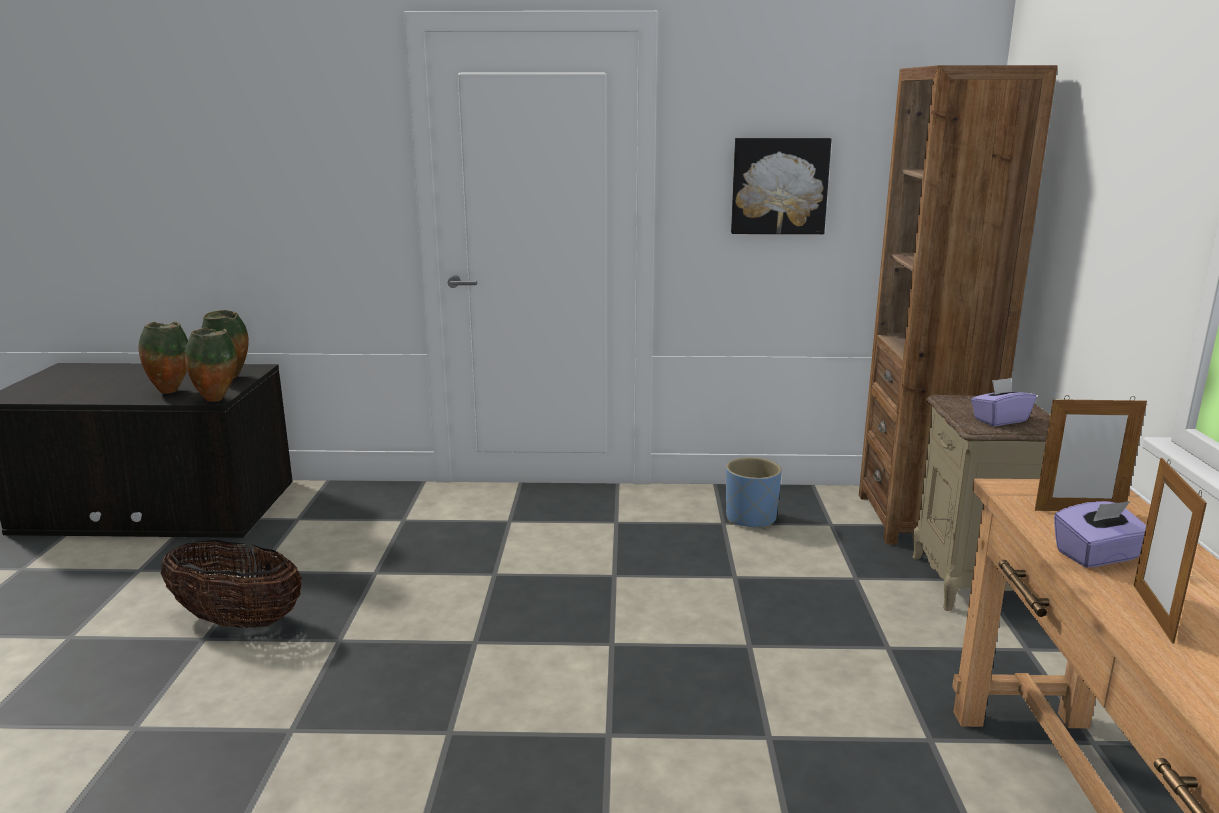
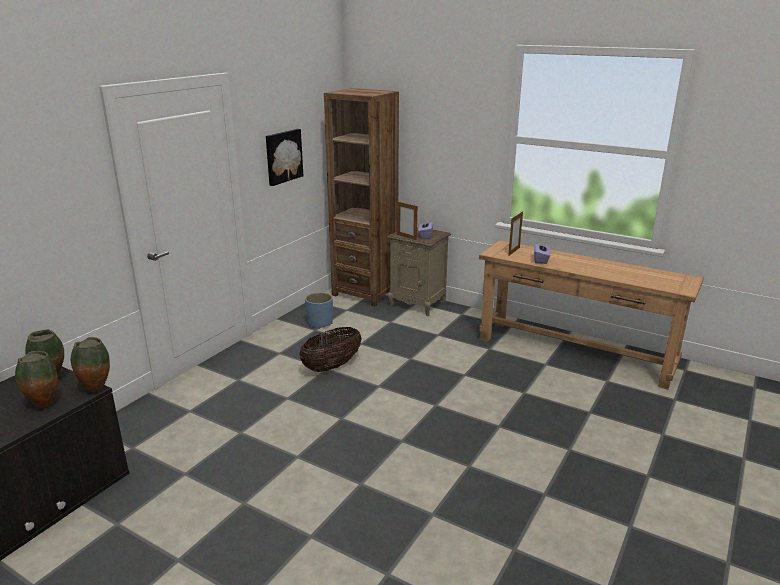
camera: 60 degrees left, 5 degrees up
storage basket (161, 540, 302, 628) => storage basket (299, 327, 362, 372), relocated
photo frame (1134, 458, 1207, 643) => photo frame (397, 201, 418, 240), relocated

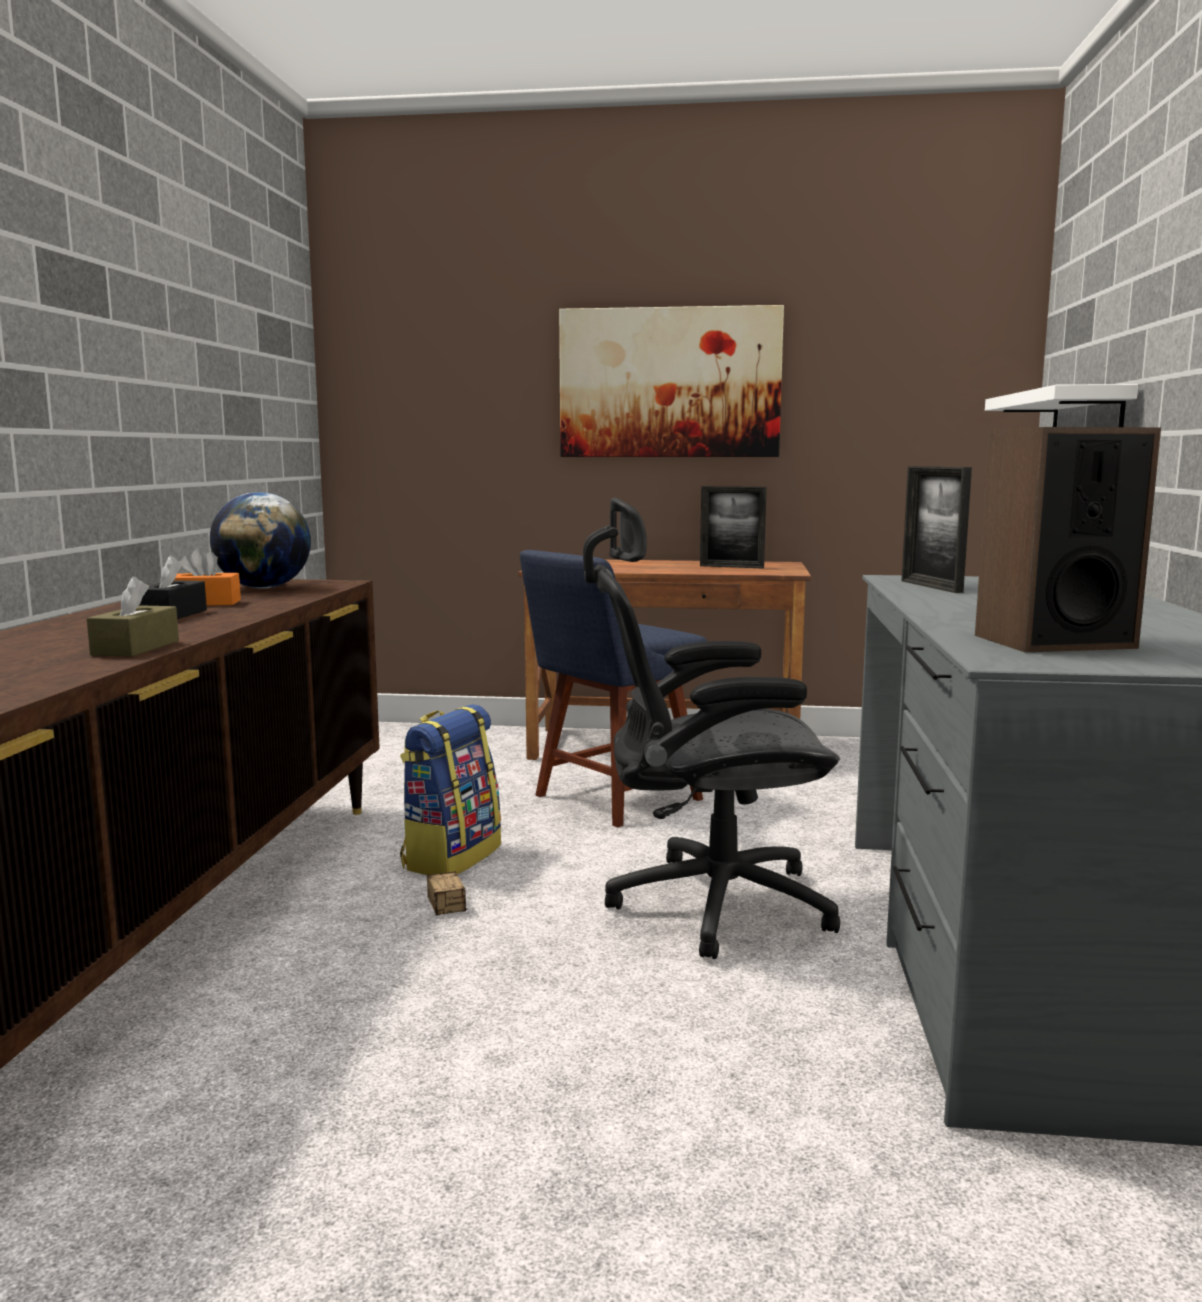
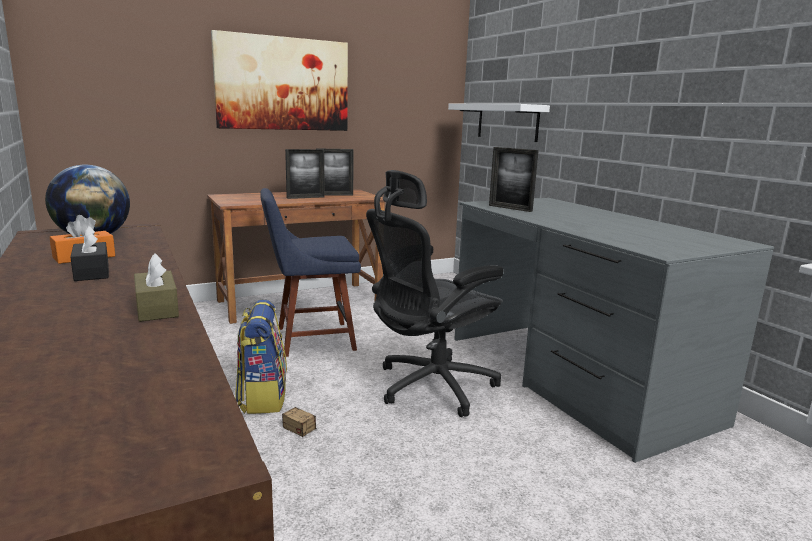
camera: 35 degrees left, 5 degrees up
upright chair (blue-coloured) (520, 550, 707, 828) => upright chair (blue-coloured) (260, 188, 361, 357), 60 degrees clockwise
loudspeaker (975, 427, 1161, 652) => nothing
nothing => photo frame (285, 149, 325, 199)

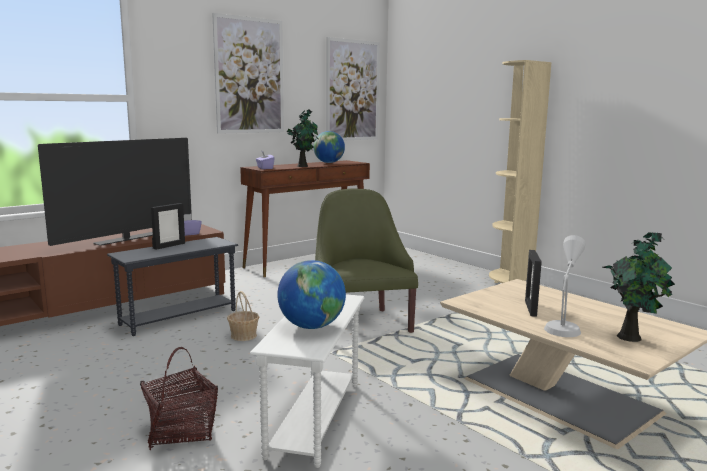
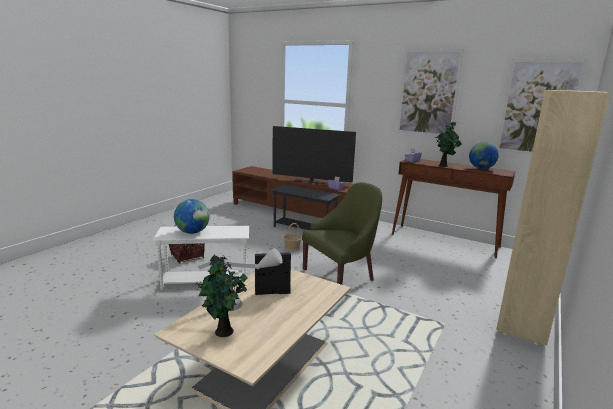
camera: 70 degrees right, 5 degrees up
photo frame (151, 203, 185, 250) => nothing

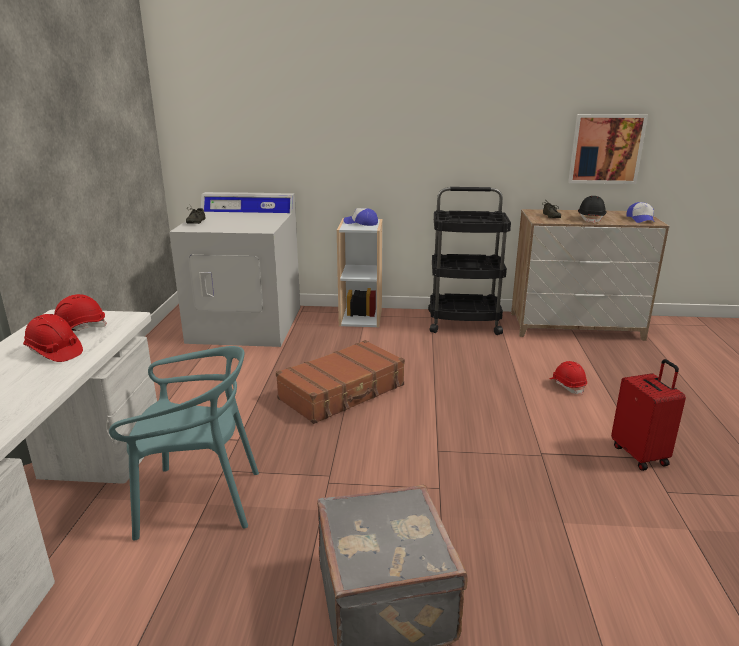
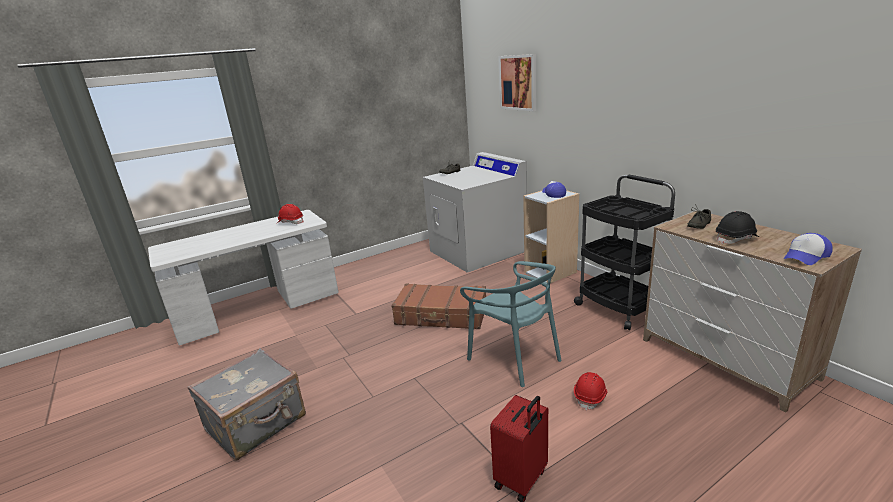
camera: 55 degrees right, 0 degrees up
work helmet (reddish) (23, 314, 83, 362) => nothing
upright chair (blue-green) (109, 346, 259, 540) => upright chair (blue-green) (460, 261, 561, 387), relocated
picture (568, 114, 648, 184) => picture (498, 54, 536, 111), relocated

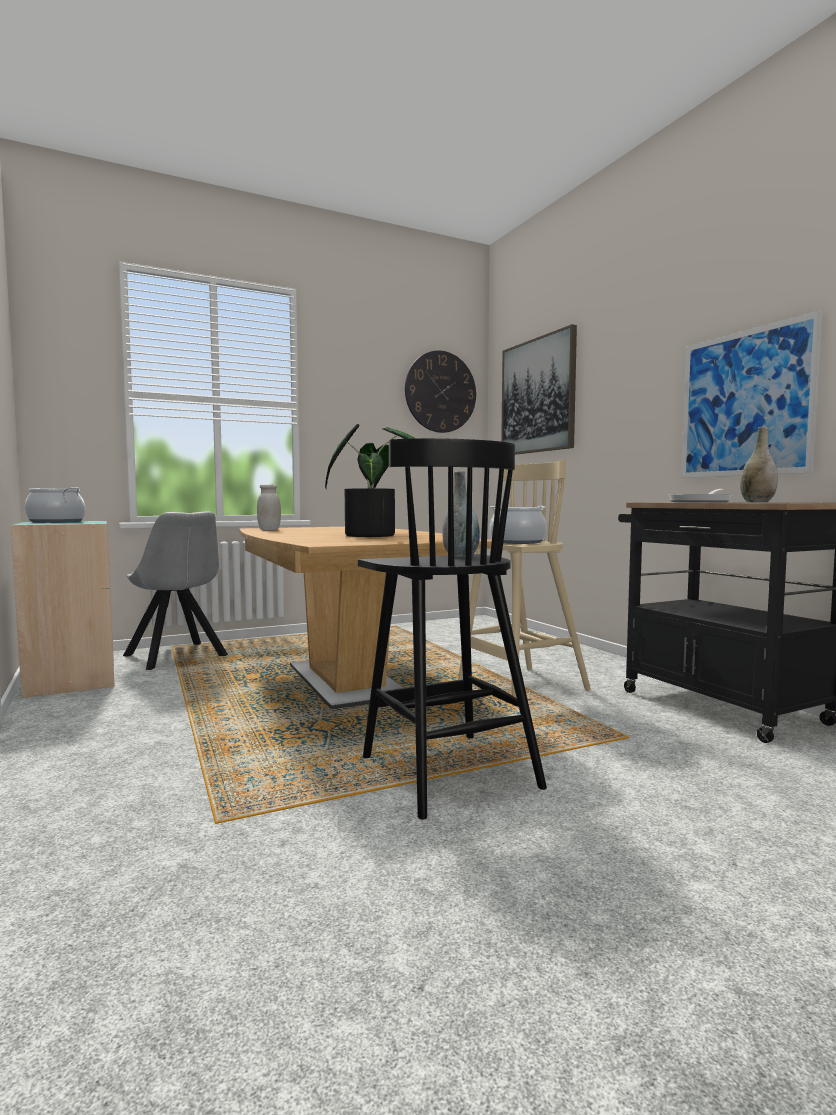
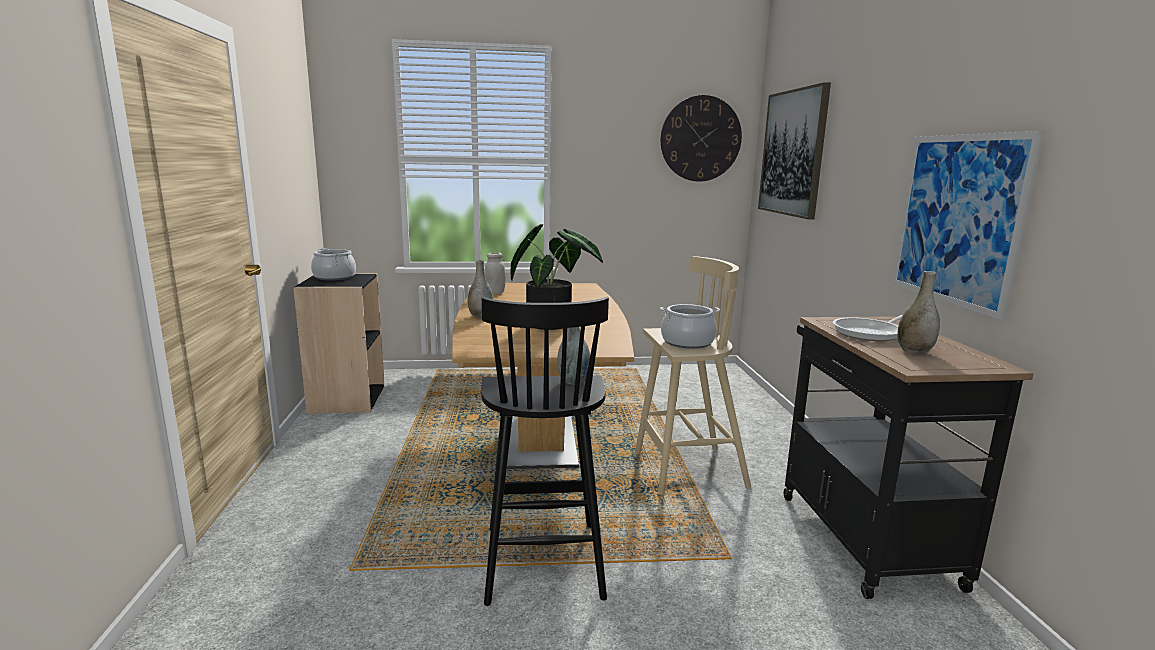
camera: 20 degrees right, 10 degrees up
bookcase (blue-green) (11, 521, 115, 698) => bookcase (black) (293, 273, 385, 414)
upright chair (greyish) (123, 511, 228, 670) => nothing
nothing => vase (greyish) (468, 260, 493, 318)

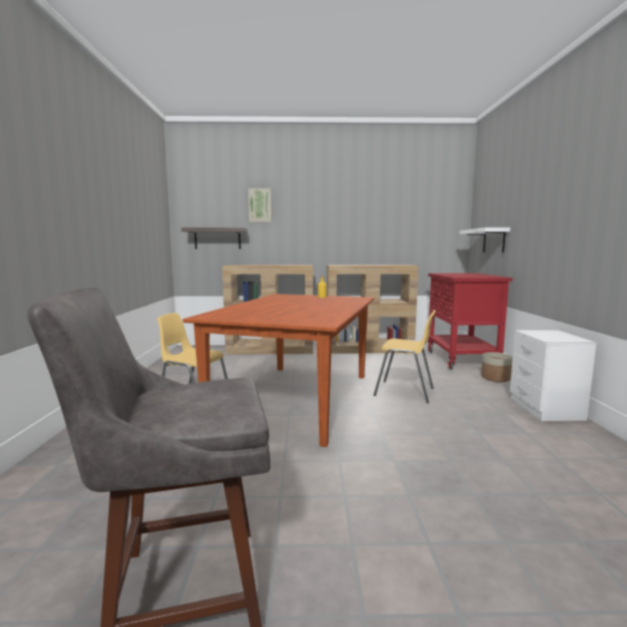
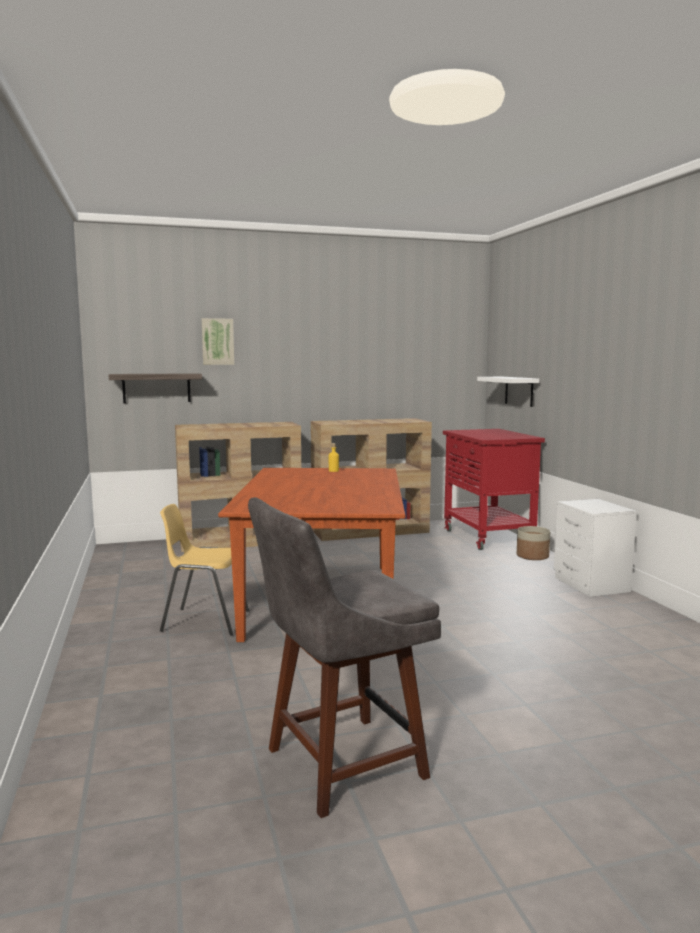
camera: 15 degrees left, 0 degrees up
upright chair (yellow) (374, 310, 436, 403) => nothing

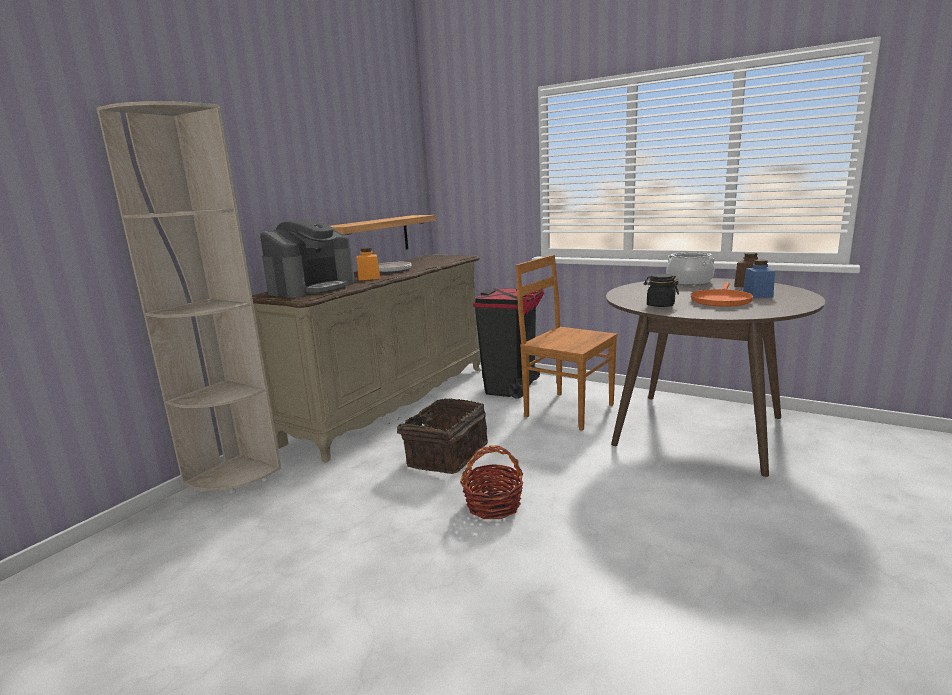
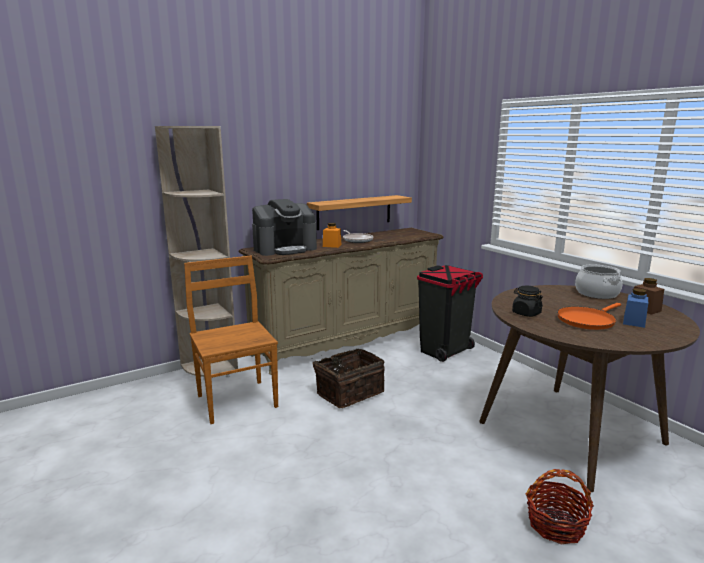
camera: 25 degrees right, 0 degrees up
storage basket (460, 445, 524, 519) => storage basket (526, 469, 594, 545), relocated
upright chair (brownish) (515, 255, 618, 431) => upright chair (brownish) (184, 256, 278, 424), relocated

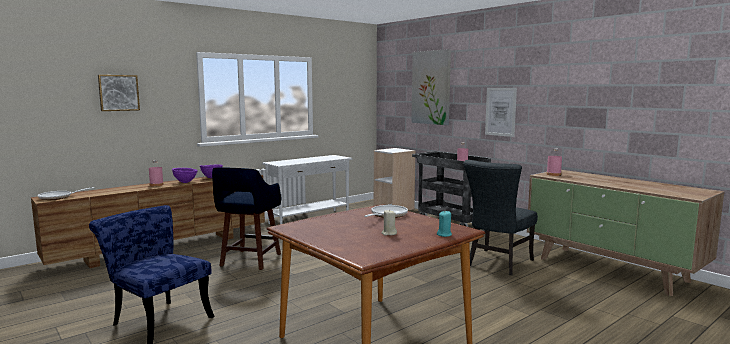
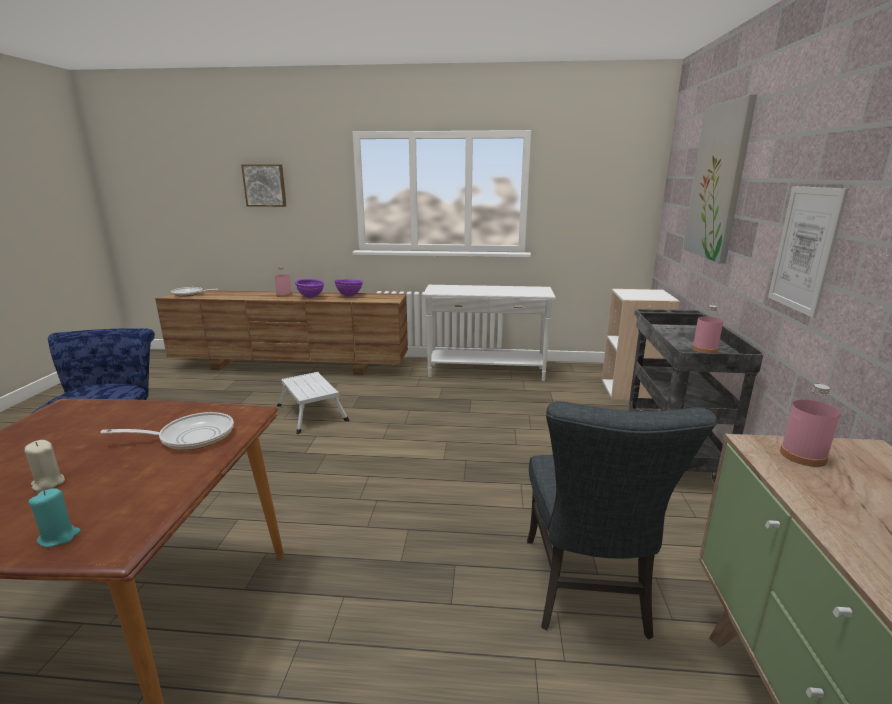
camera: 45 degrees right, 10 degrees up
stool seat (blue-coloured) (212, 167, 281, 270) => step ladder (white) (277, 372, 349, 434)
upright chair (greyish) (463, 160, 538, 275) => upright chair (greyish) (527, 401, 717, 640), 75 degrees counterclockwise

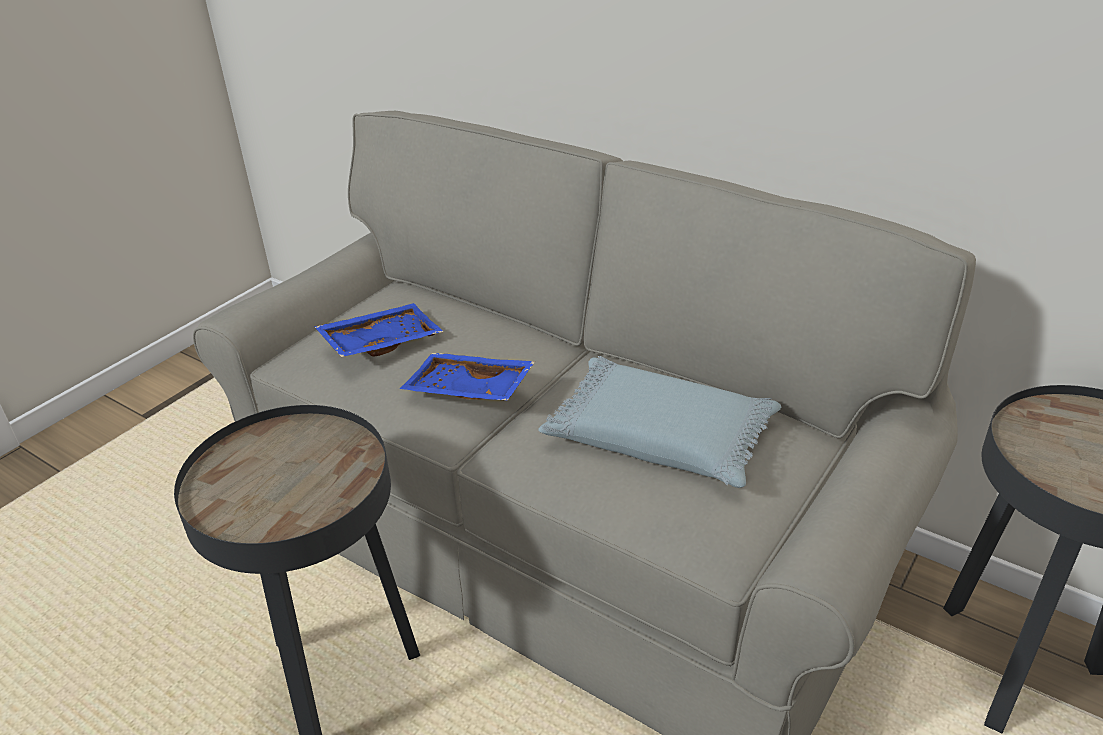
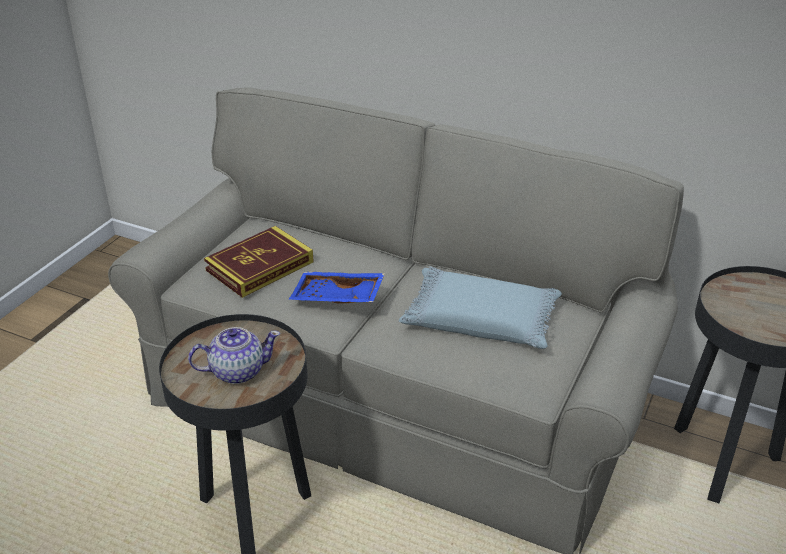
camera: 10 degrees left, 0 degrees up
carrying tray (blue-coloured) (314, 303, 444, 357) => book (204, 226, 314, 298)
nothing => tea pot (188, 327, 280, 384)

